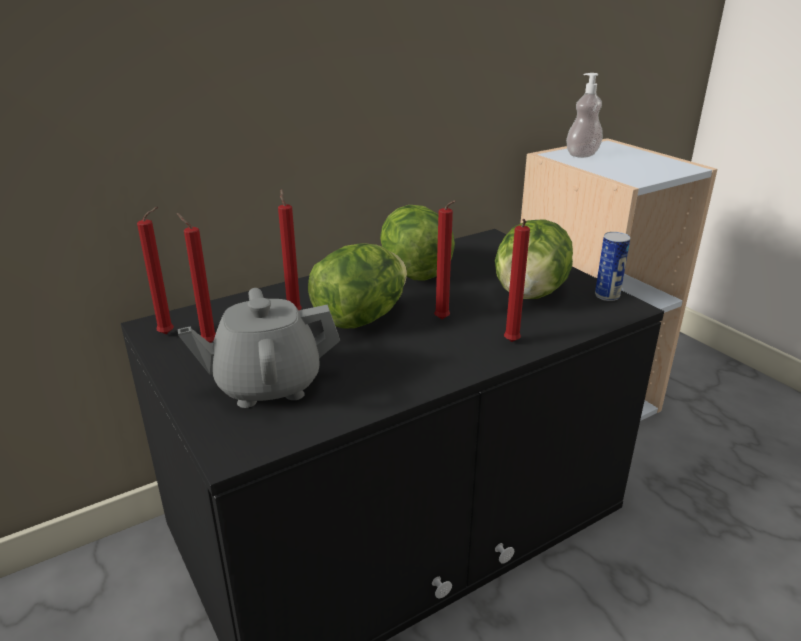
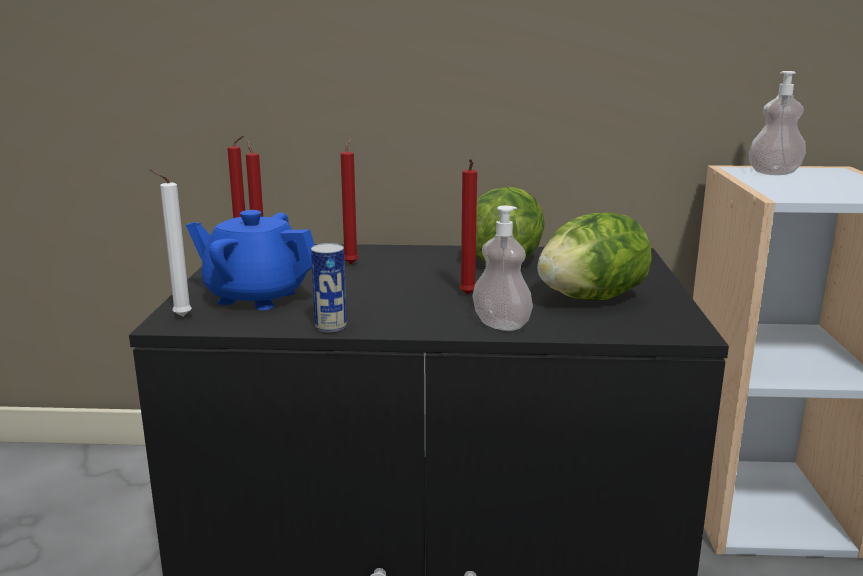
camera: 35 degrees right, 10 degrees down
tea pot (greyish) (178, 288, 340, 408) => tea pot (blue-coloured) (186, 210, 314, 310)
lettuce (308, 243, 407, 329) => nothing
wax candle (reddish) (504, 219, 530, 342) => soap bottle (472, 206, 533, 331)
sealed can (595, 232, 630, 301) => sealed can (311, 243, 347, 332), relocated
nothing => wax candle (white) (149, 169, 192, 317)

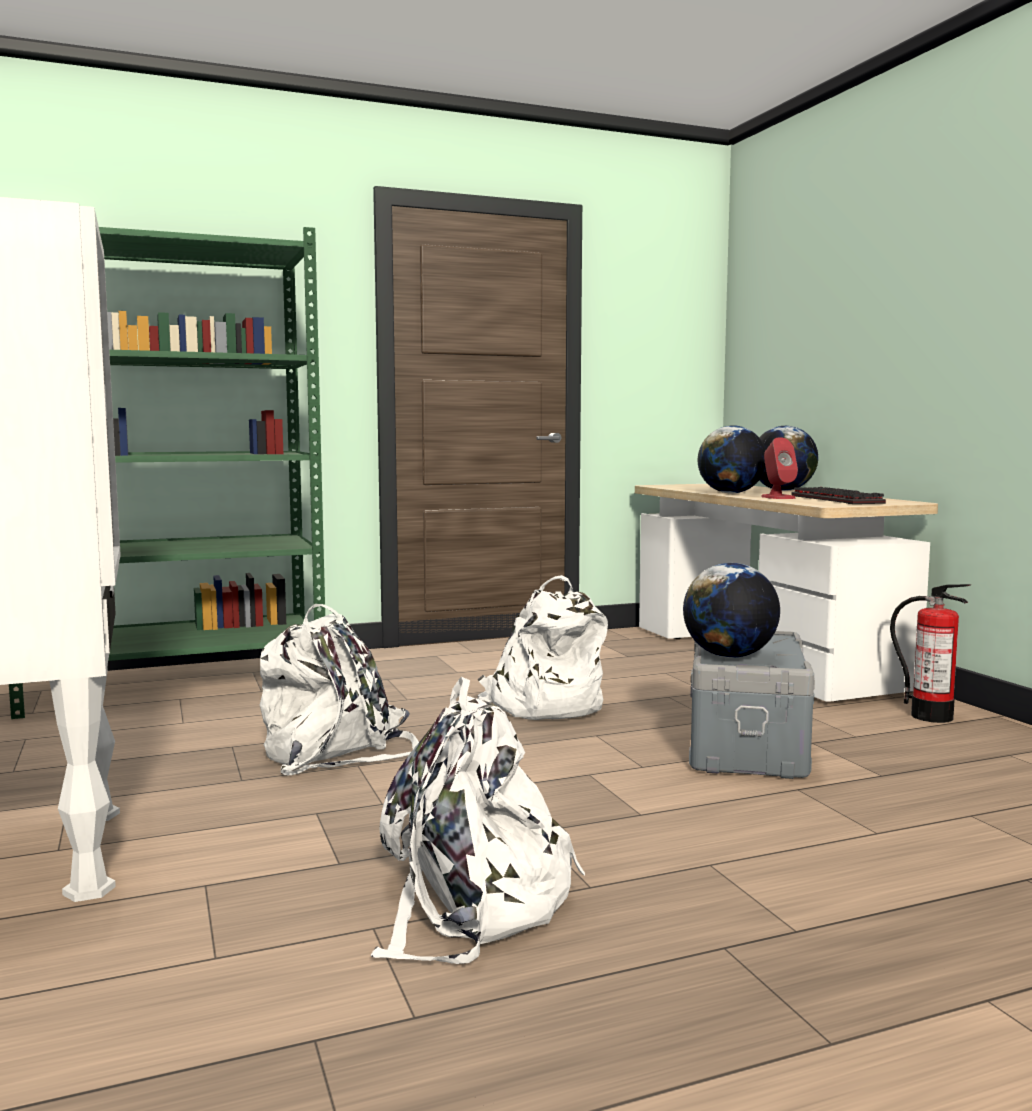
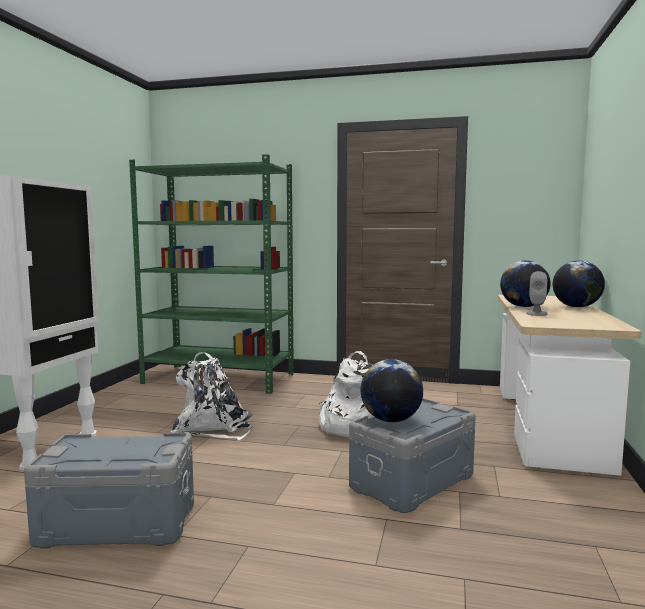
camera: 35 degrees right, 0 degrees up
rucksack (white) (371, 677, 585, 964) => storage box (greyish) (24, 433, 194, 548)
loudspeaker (reddish) (761, 437, 798, 499) => loudspeaker (greyish) (526, 271, 547, 316)
PC keyboard (791, 487, 886, 504) => nothing
extinguisher (890, 584, 971, 723) => nothing

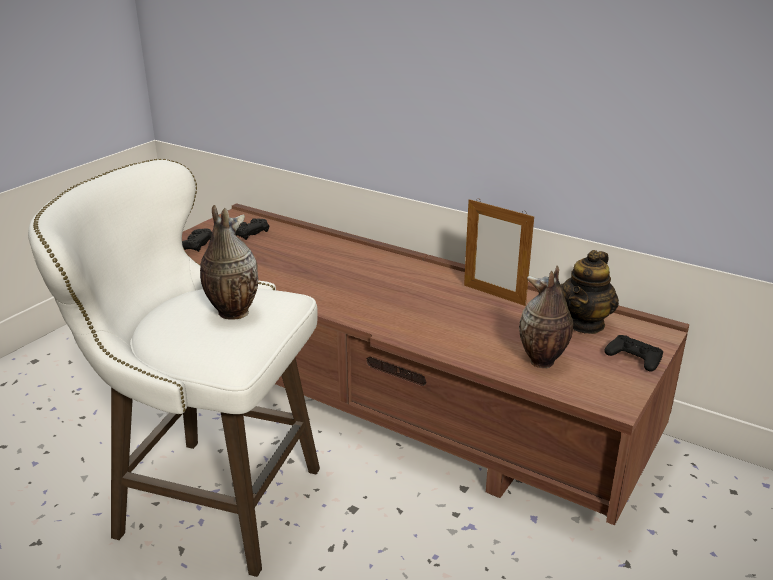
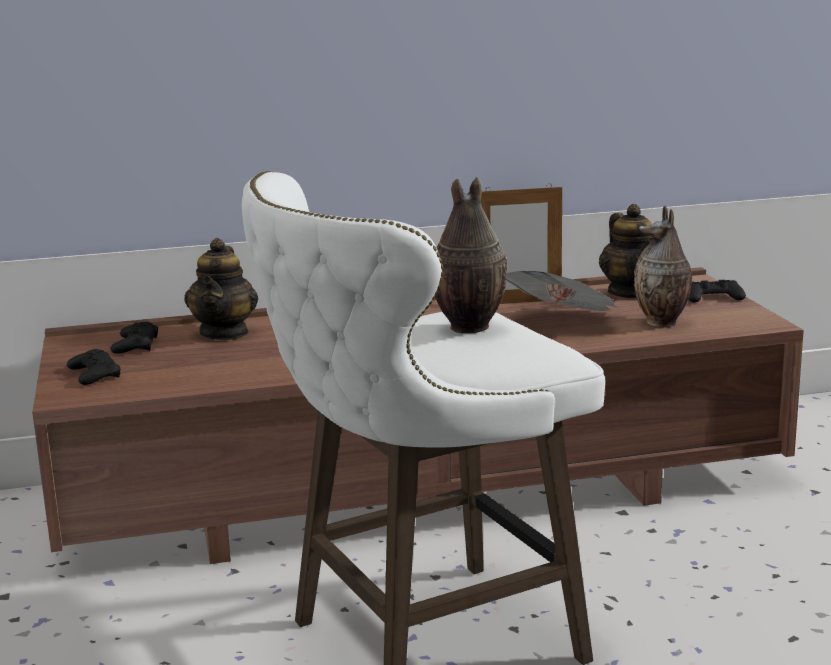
camera: 45 degrees left, 10 degrees down
nothing => tea pot (184, 238, 258, 340)
nothing => daily paper (506, 271, 616, 311)

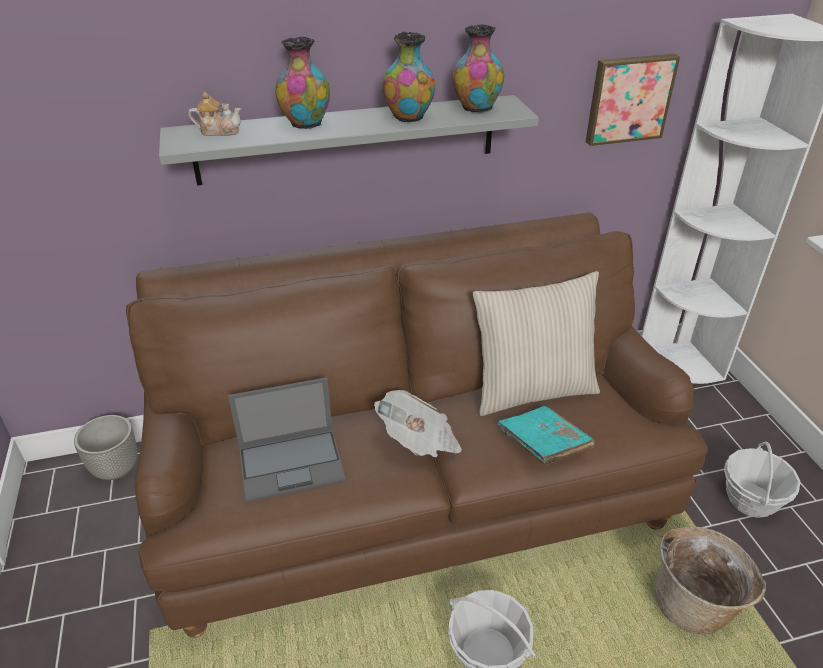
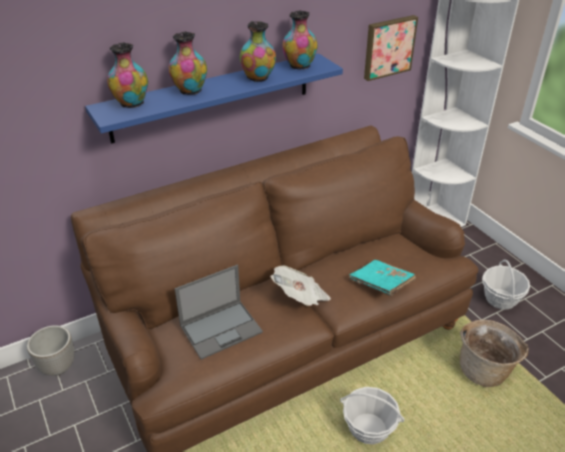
camera: 15 degrees left, 0 degrees up
wall shelf (greyish) (159, 95, 539, 186) => wall shelf (blue-coloured) (85, 53, 343, 144)
tea pot (189, 92, 242, 136) => vase (107, 43, 148, 108)
cushion (beige-coloured) (473, 271, 600, 416) => nothing

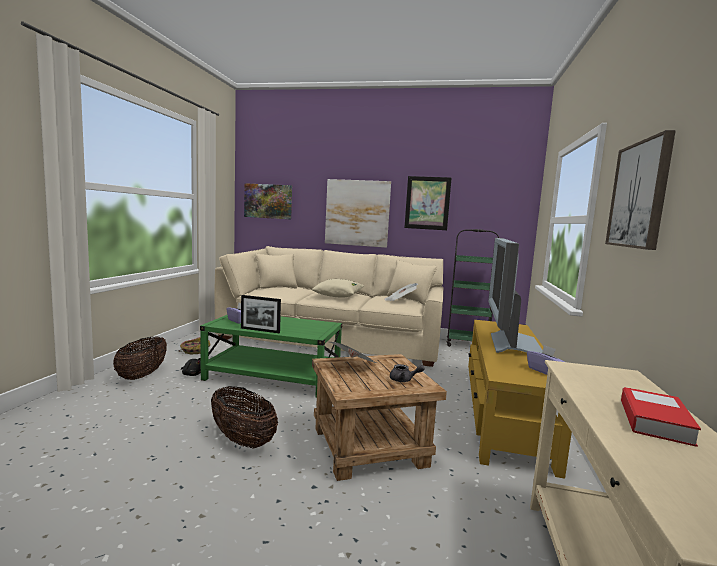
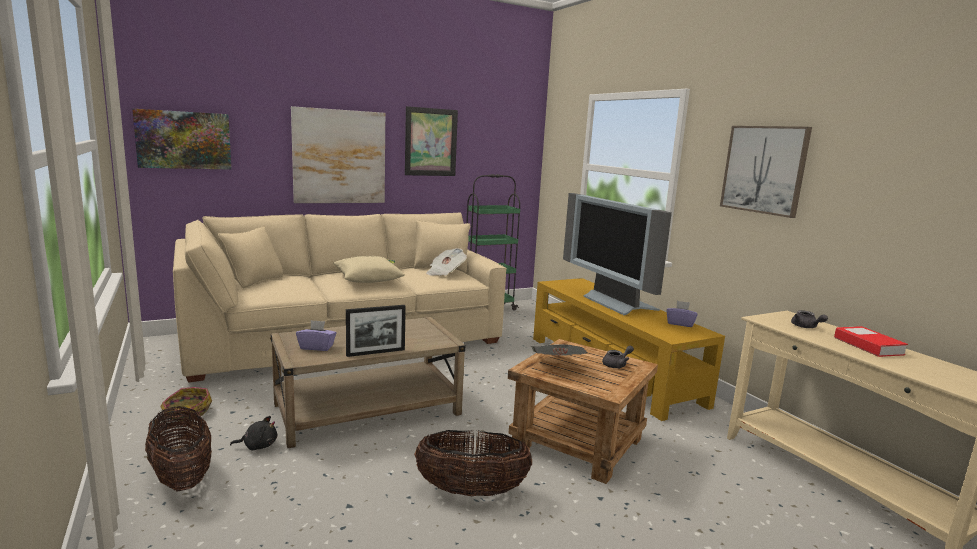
camera: 40 degrees left, 5 degrees up
lounge table (green) (200, 315, 342, 398) => lounge table (beige-coloured) (270, 317, 465, 448)
nothing => tea pot (greyish) (791, 310, 828, 328)

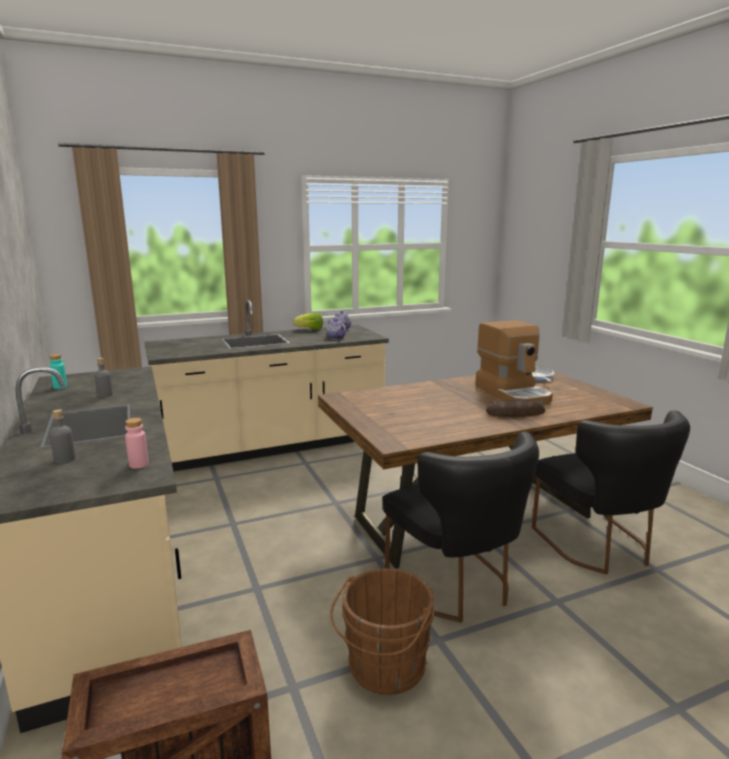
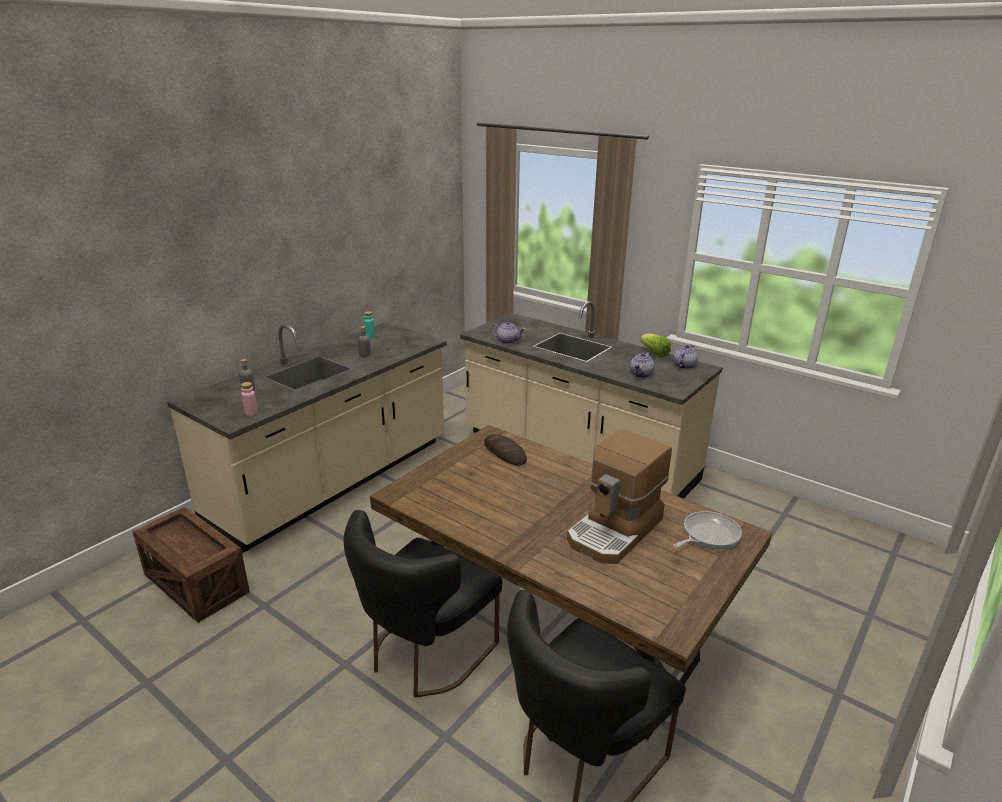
camera: 60 degrees right, 10 degrees up
pail (brownish) (330, 569, 435, 695) => nothing
bread (486, 400, 545, 417) => bread (484, 434, 527, 466), relocated
nothing => tea pot (490, 321, 525, 344)

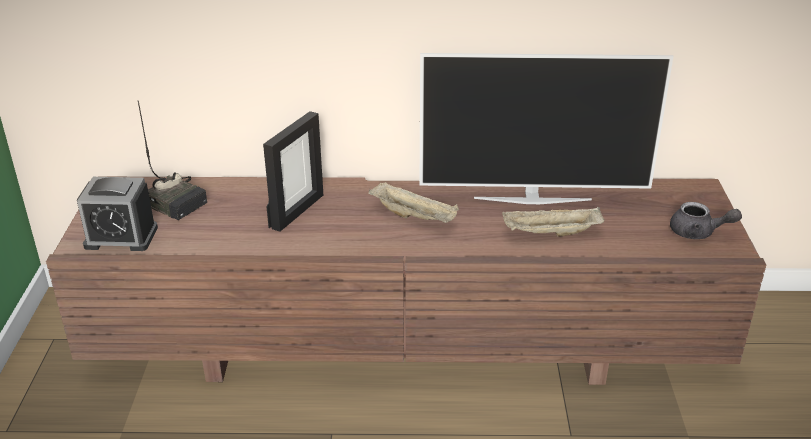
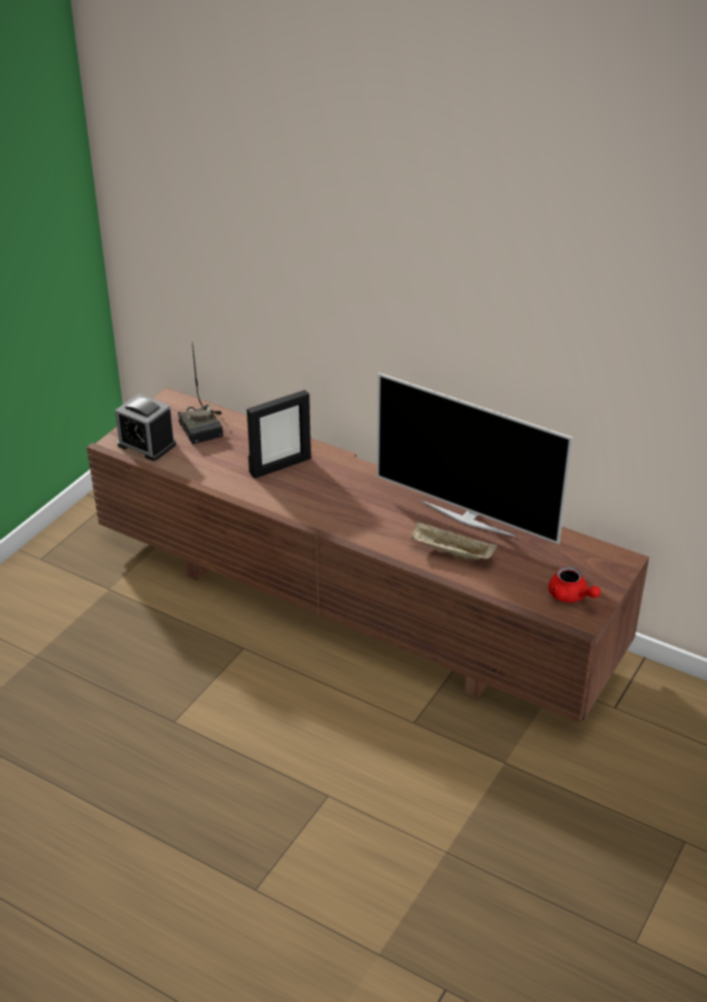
camera: 30 degrees right, 5 degrees up
carrying tray (beige-coloured) (368, 182, 459, 223) => nothing
tea pot (greyish) (670, 202, 742, 239) => tea pot (reddish) (548, 566, 601, 603)

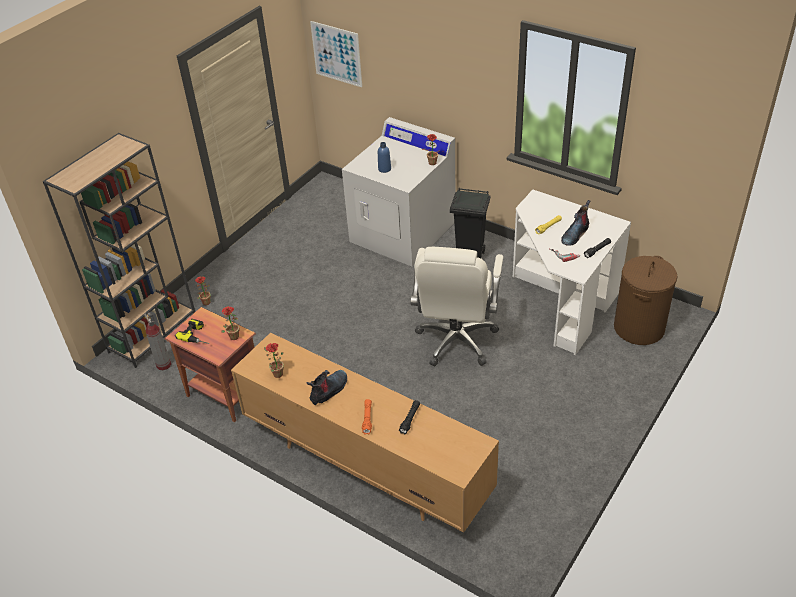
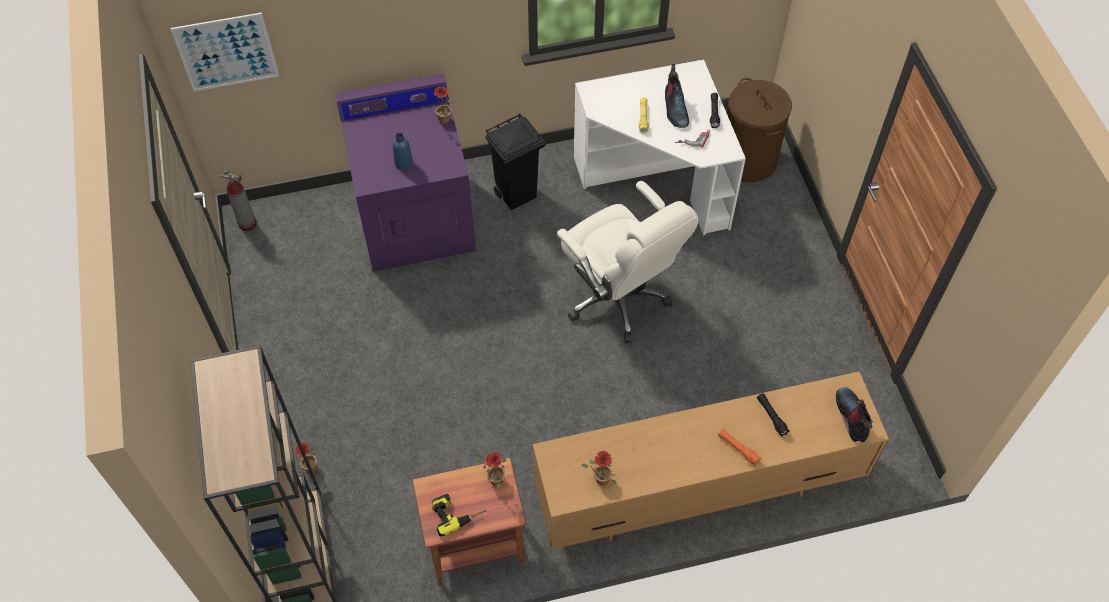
camera: 50 degrees left, 15 degrees up
extinguisher (144, 312, 171, 370) => extinguisher (219, 170, 257, 231), relocated
boot (307, 370, 347, 405) => boot (836, 387, 873, 442), relocated
laundry machine (white) (342, 117, 455, 267) => laundry machine (purplish) (335, 73, 476, 272)

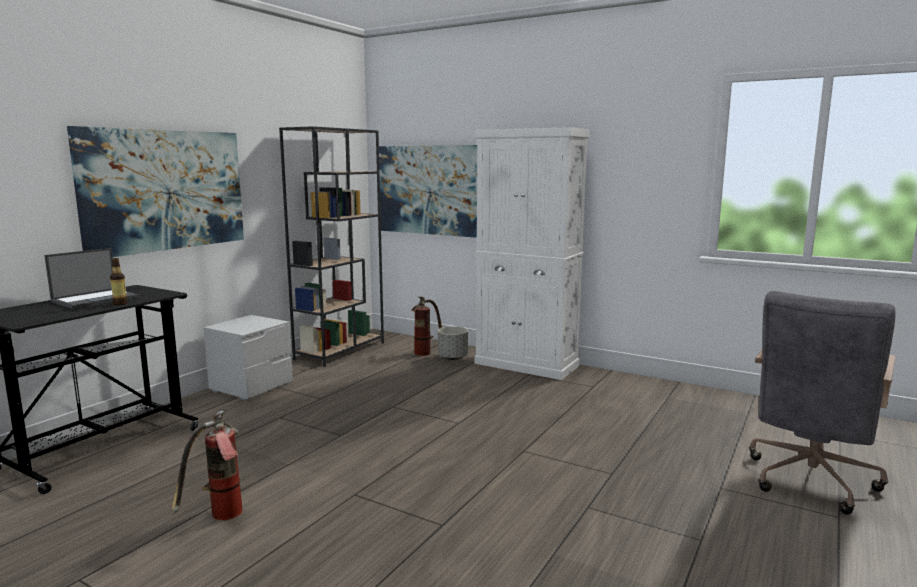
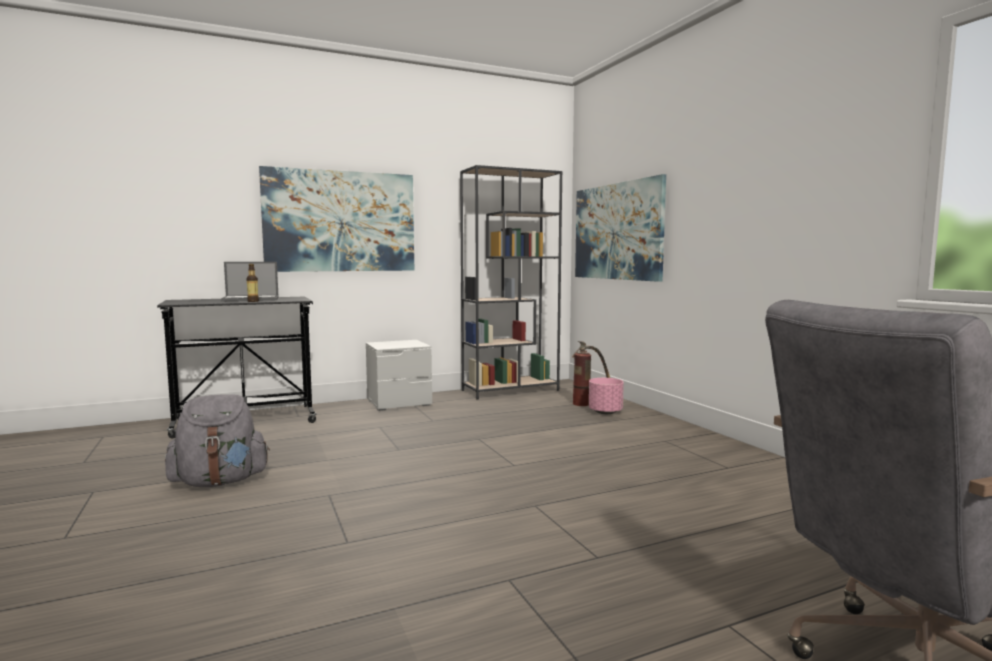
camera: 35 degrees right, 5 degrees down
extinguisher (171, 410, 243, 520) => rucksack (greyish) (165, 394, 270, 487)
planter (greyish) (438, 326, 468, 360) => planter (pink) (589, 378, 624, 414)
storage cabinet (white) (474, 127, 590, 380) => nothing

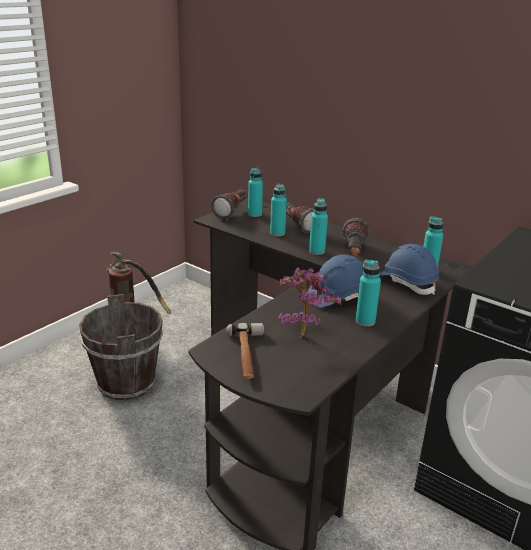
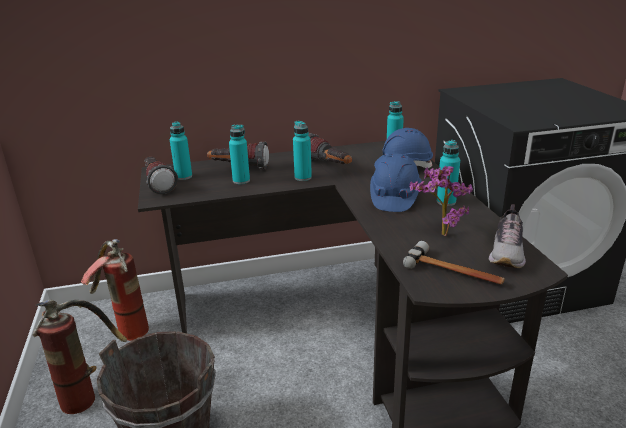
camera: 50 degrees left, 0 degrees up
nothing => extinguisher (81, 239, 149, 341)
nothing => item of footwear (489, 204, 526, 268)

